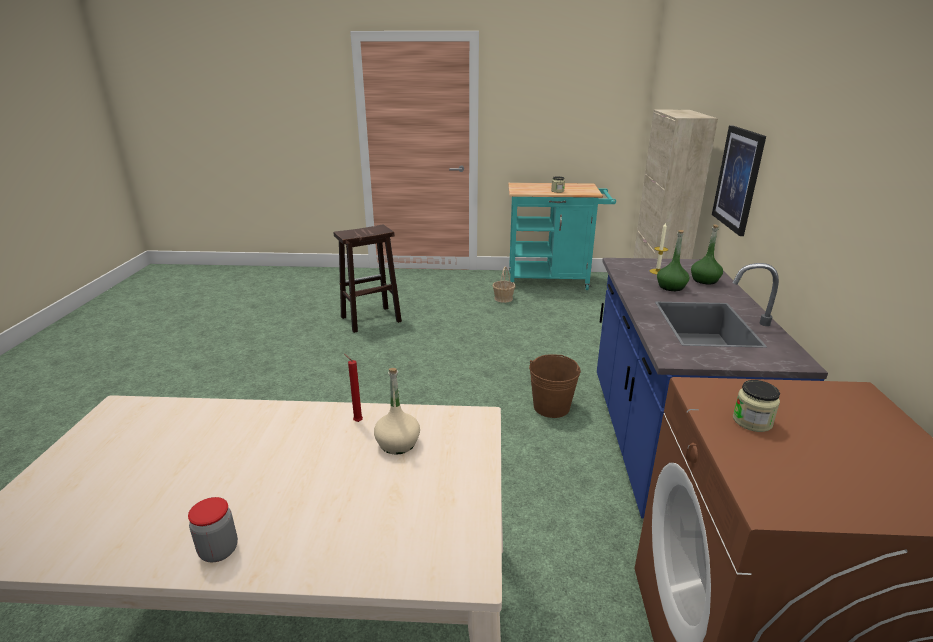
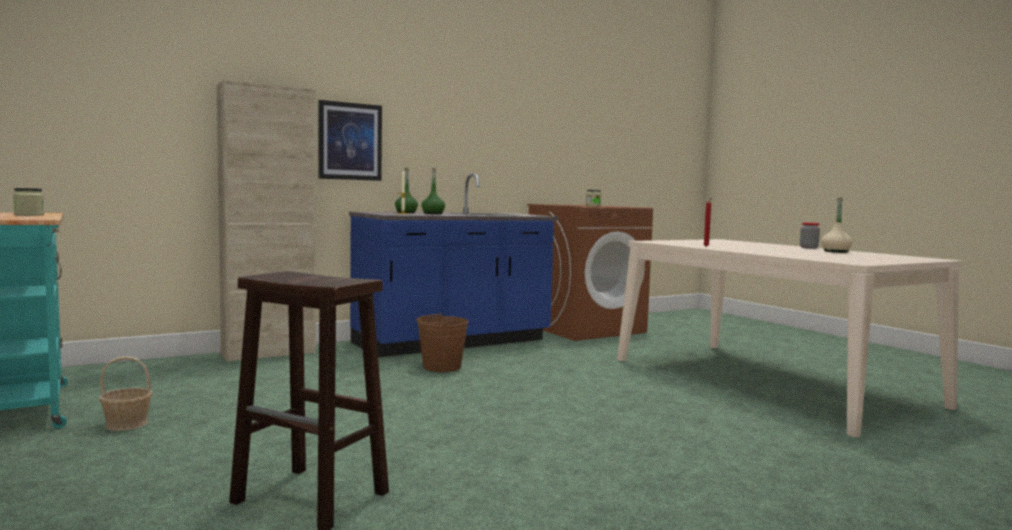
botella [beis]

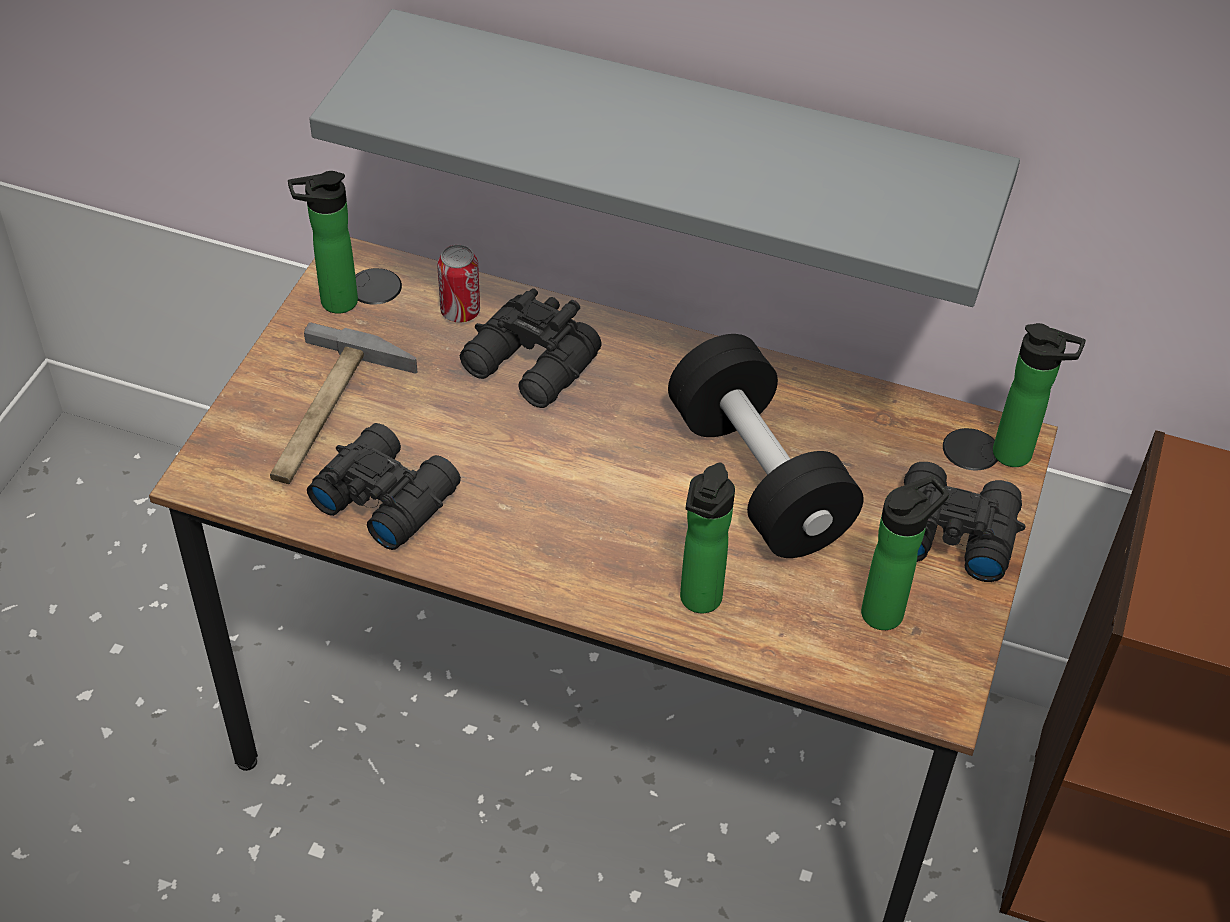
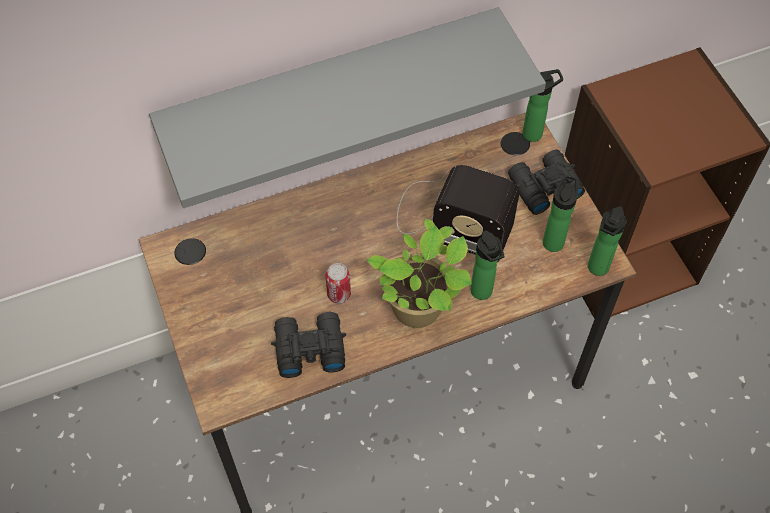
botella (no. 4 from left)
lata
prismáticos [negro] (no. 2 from left in the first image)
martillo
radio
planta en maceta

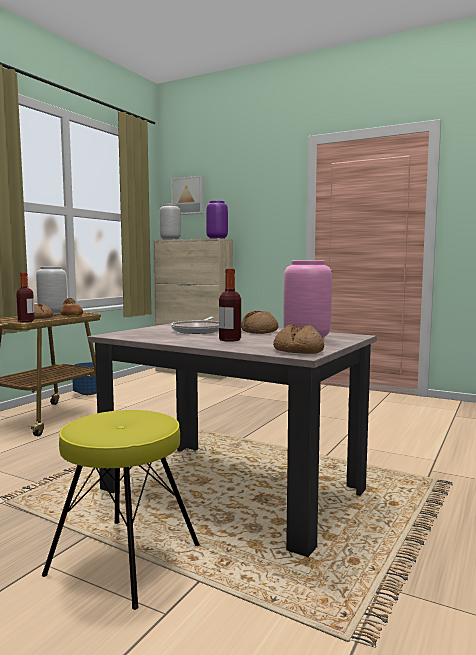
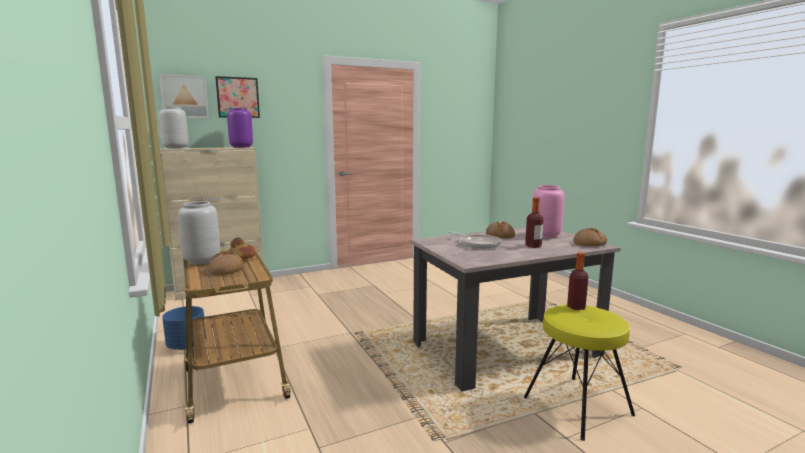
botella (no. 2 from left)
cuadro (no. 2 from left)

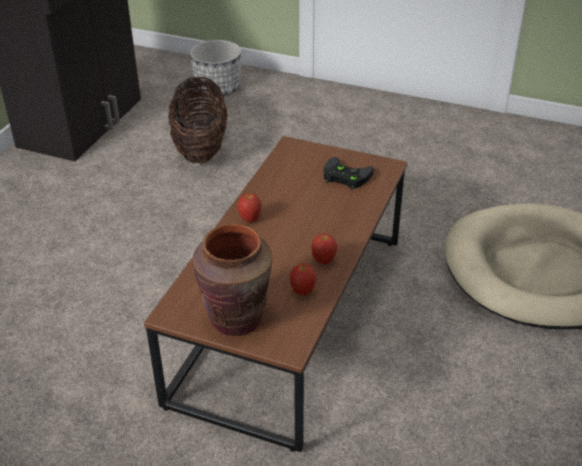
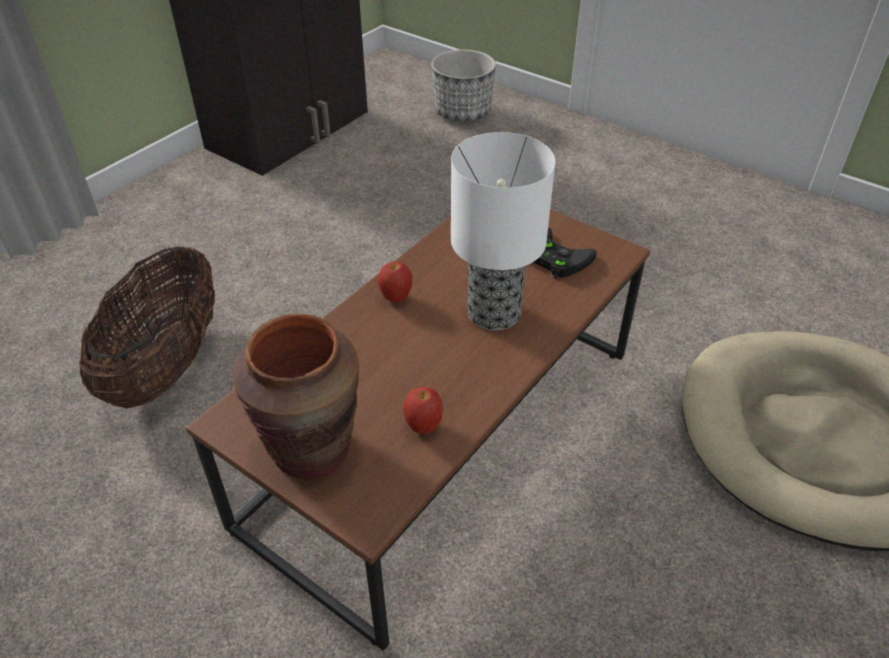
cesta
manzana (no. 3 from left in the first image)
lámpara de mesa

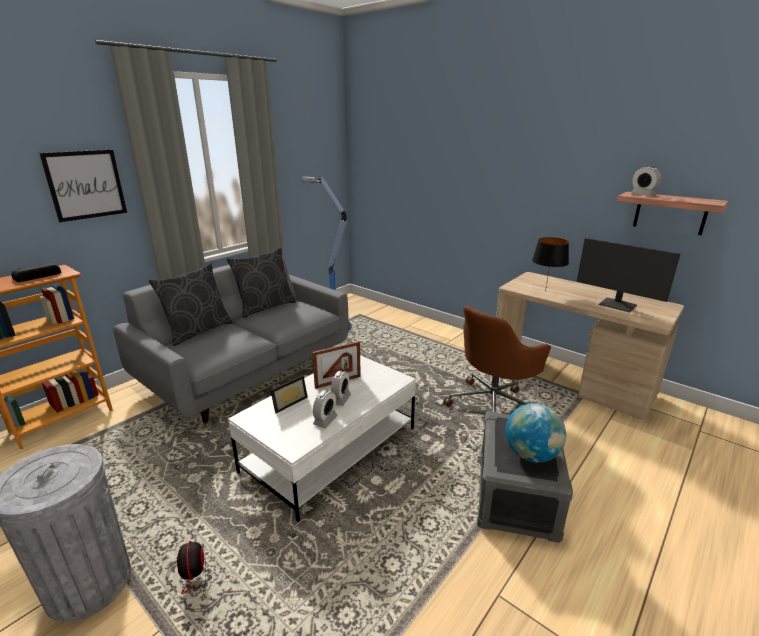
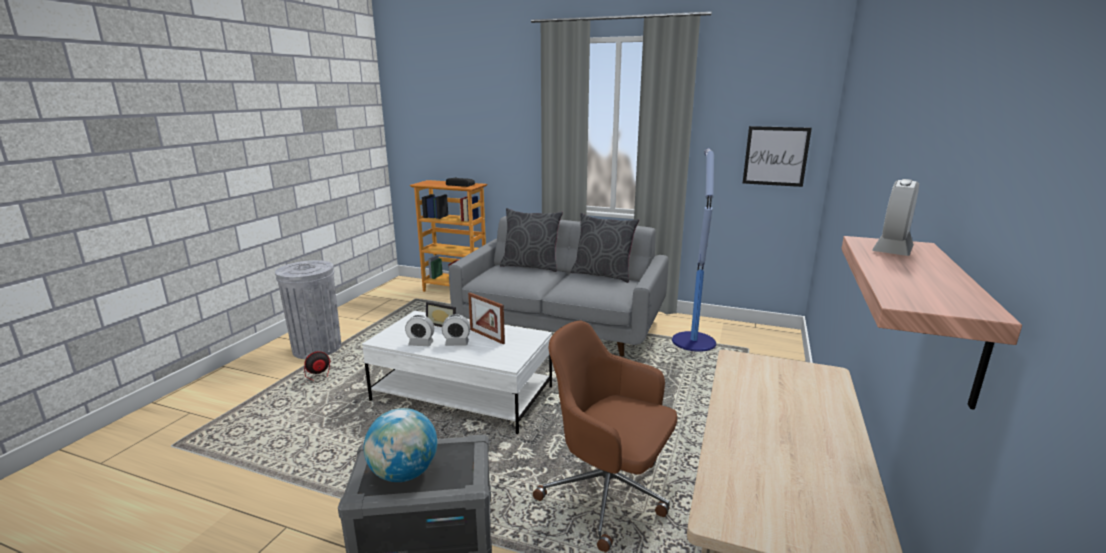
cuadro
lámpara de mesa [negro]
monitor

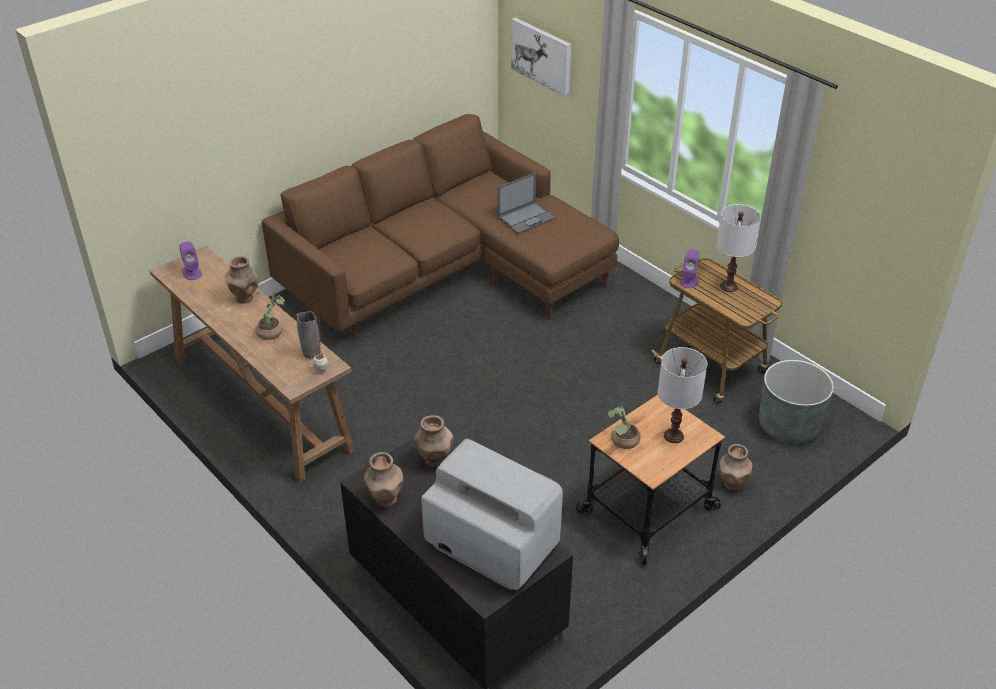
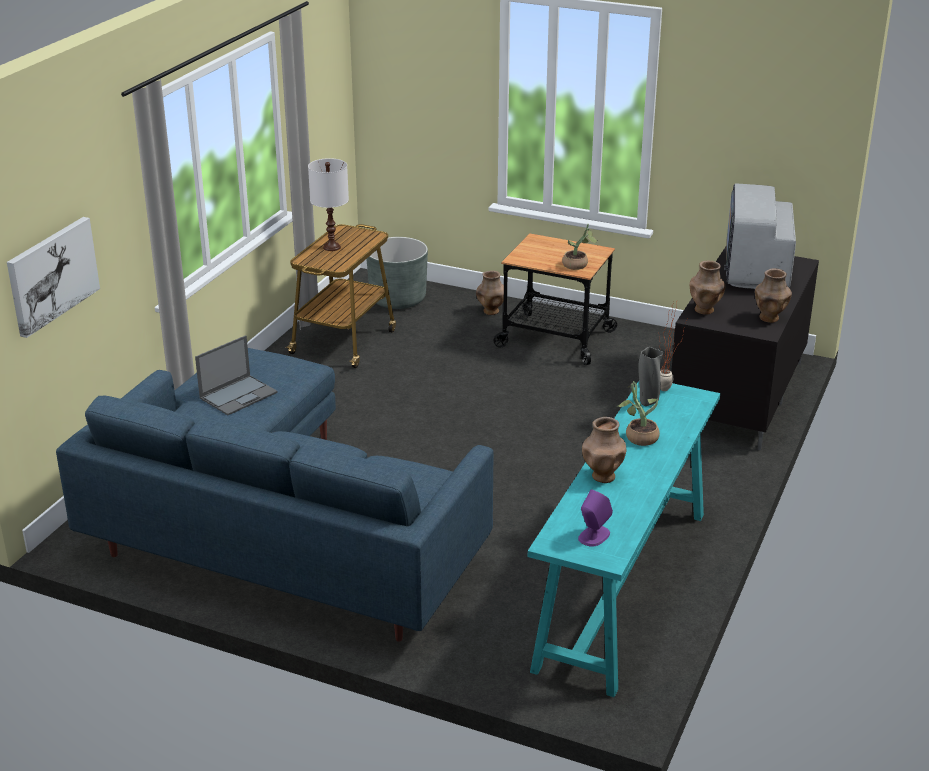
sofá [azul]
portátil
mesa consola [turquesa]
altavoz [morado] (no. 2 from left in the first image)
lámpara de mesa [blanco] (no. 1 from left in the first image)

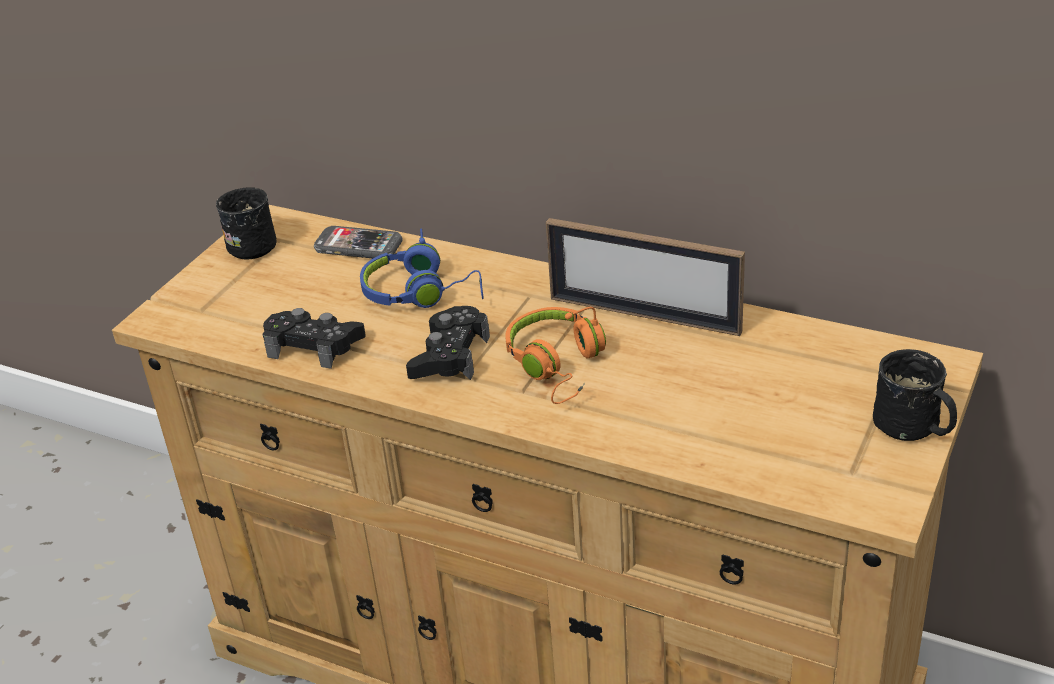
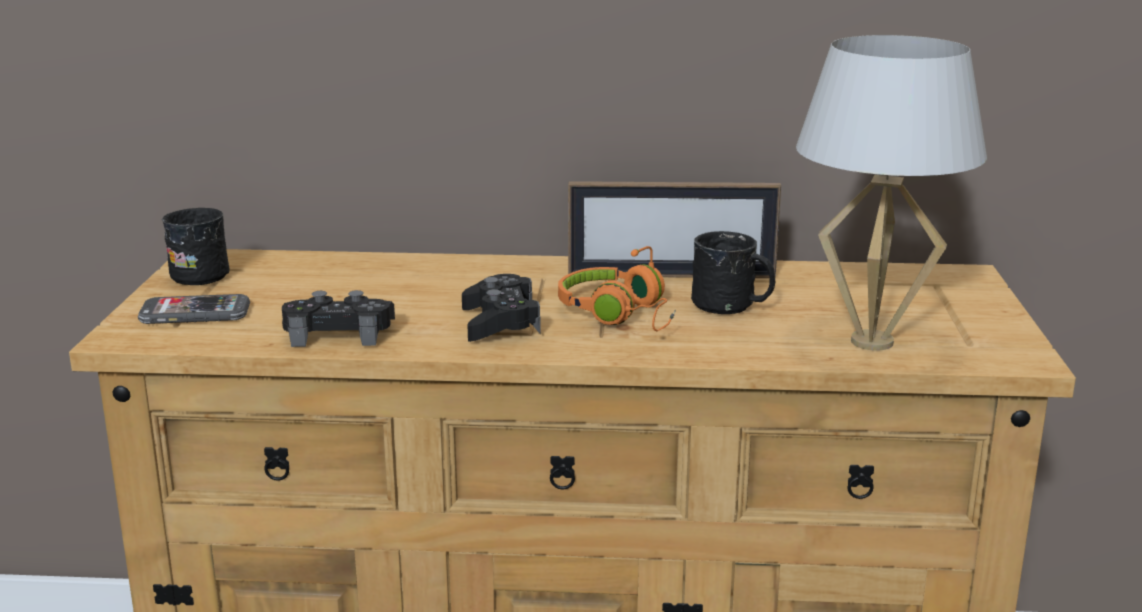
móvil
auriculares [azul]
taza grande [negro] (no. 2 from left)
lámpara de mesa [blanco]

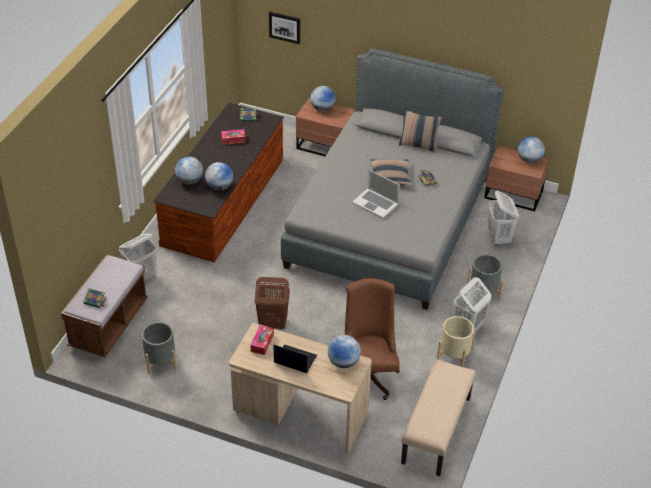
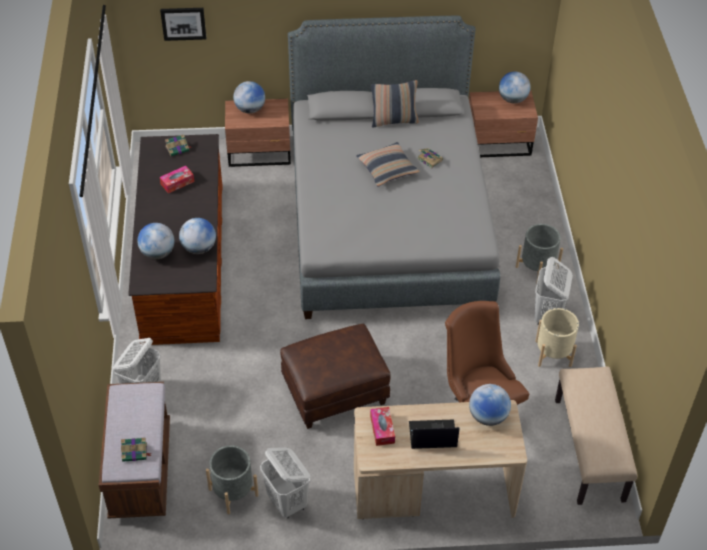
portátil (no. 2 from left in the first image)
cesto de la ropa [blanco] (no. 2 from left)
puf [marrón]

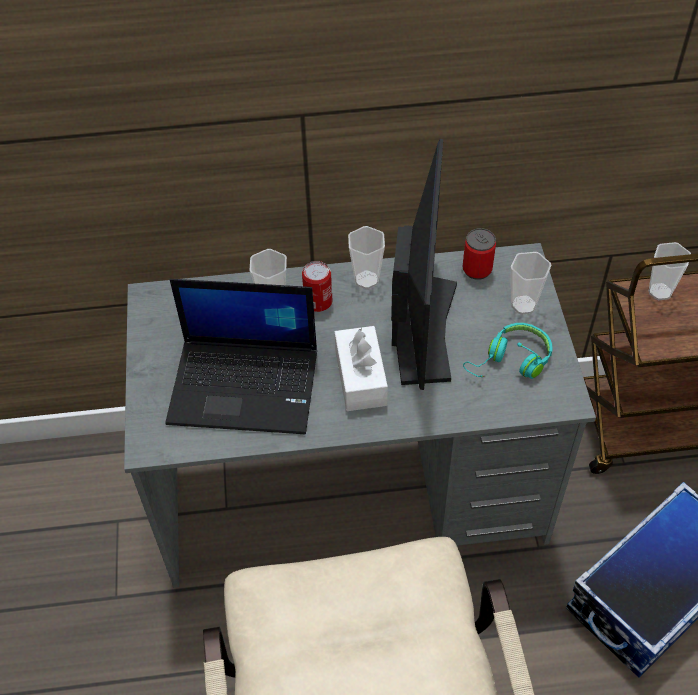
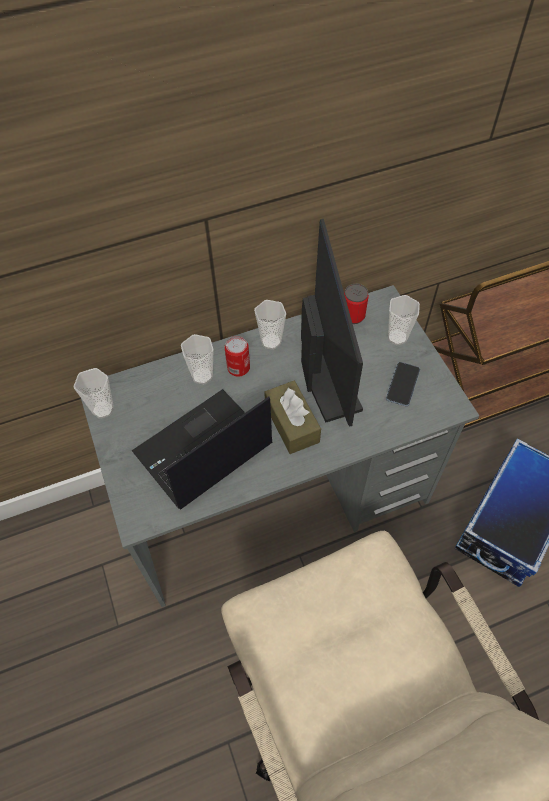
taza (no. 1 from left)
portátil
móvil
caja de pañuelos [marrón]

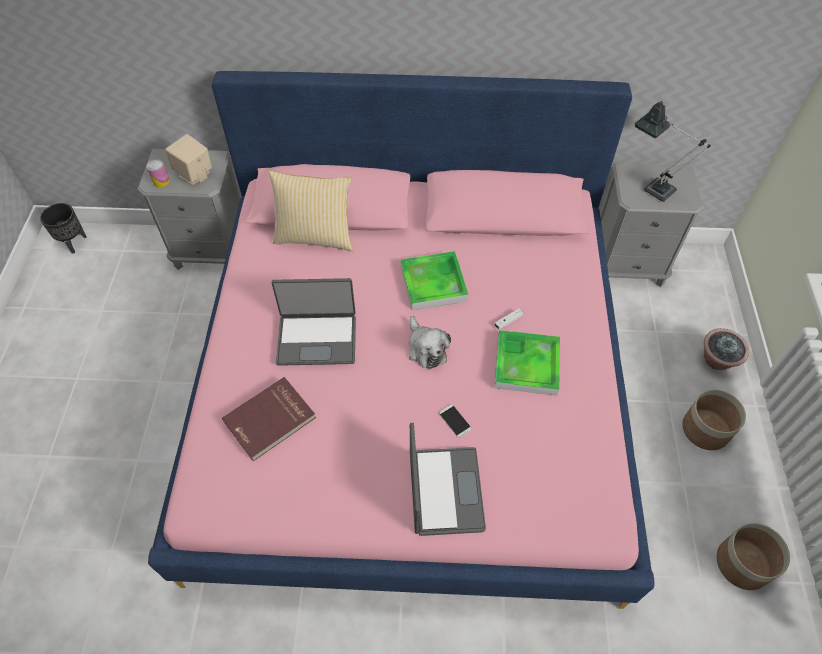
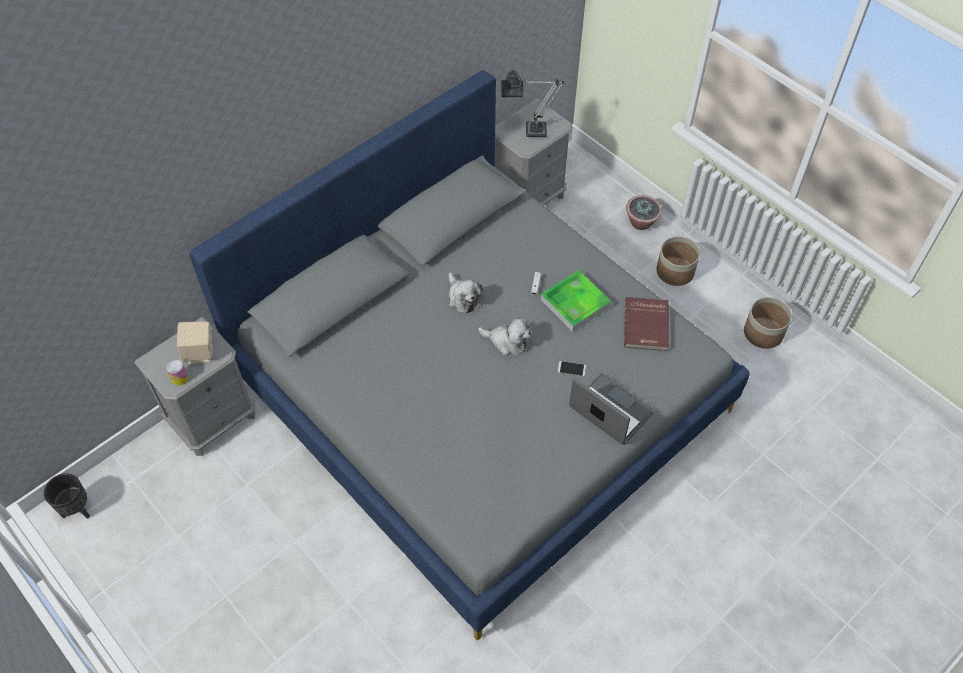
cama [gris]
cojín
peluche (no. 1 from left)
portátil (no. 1 from left in the first image)
libro [rojo]

